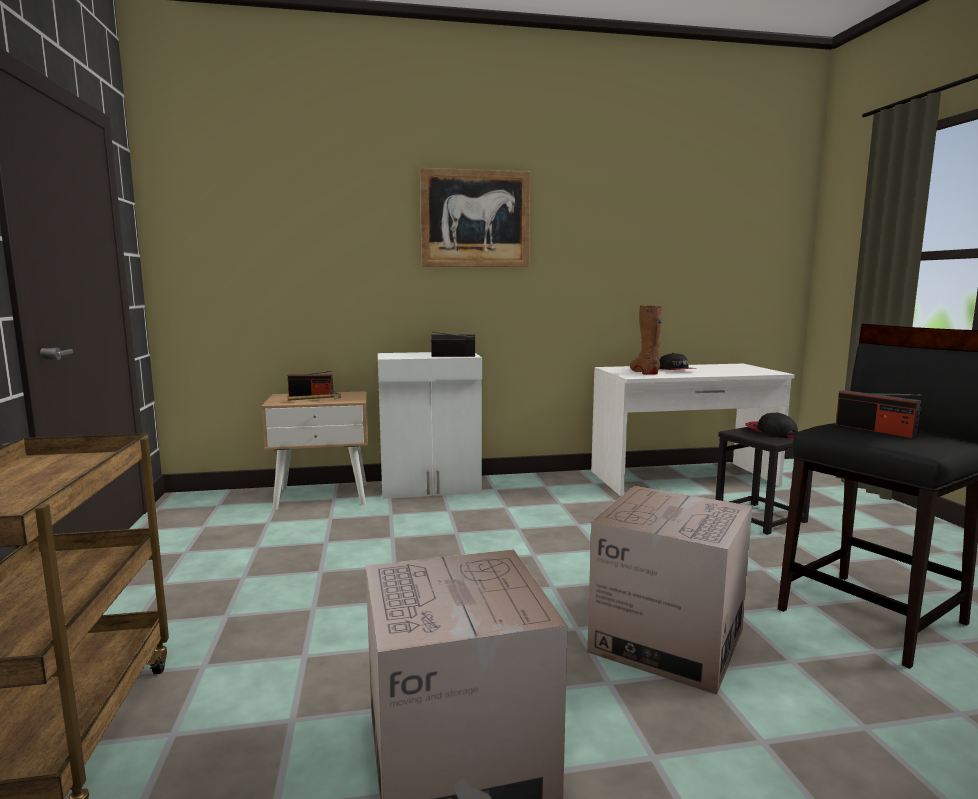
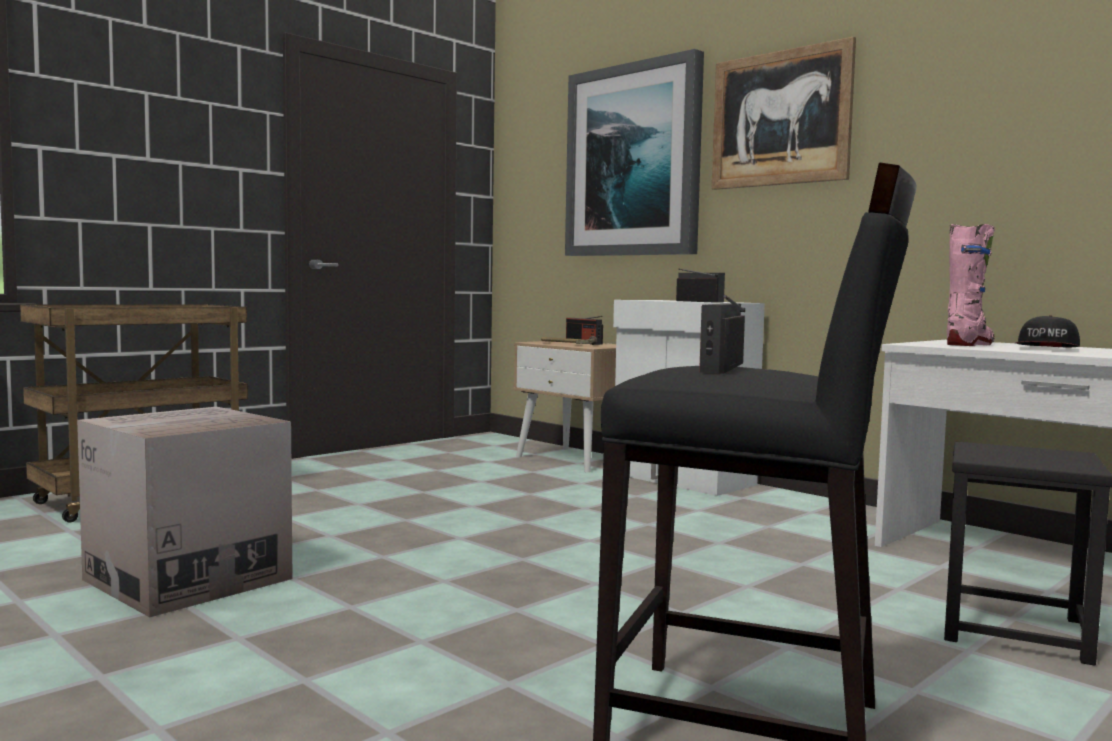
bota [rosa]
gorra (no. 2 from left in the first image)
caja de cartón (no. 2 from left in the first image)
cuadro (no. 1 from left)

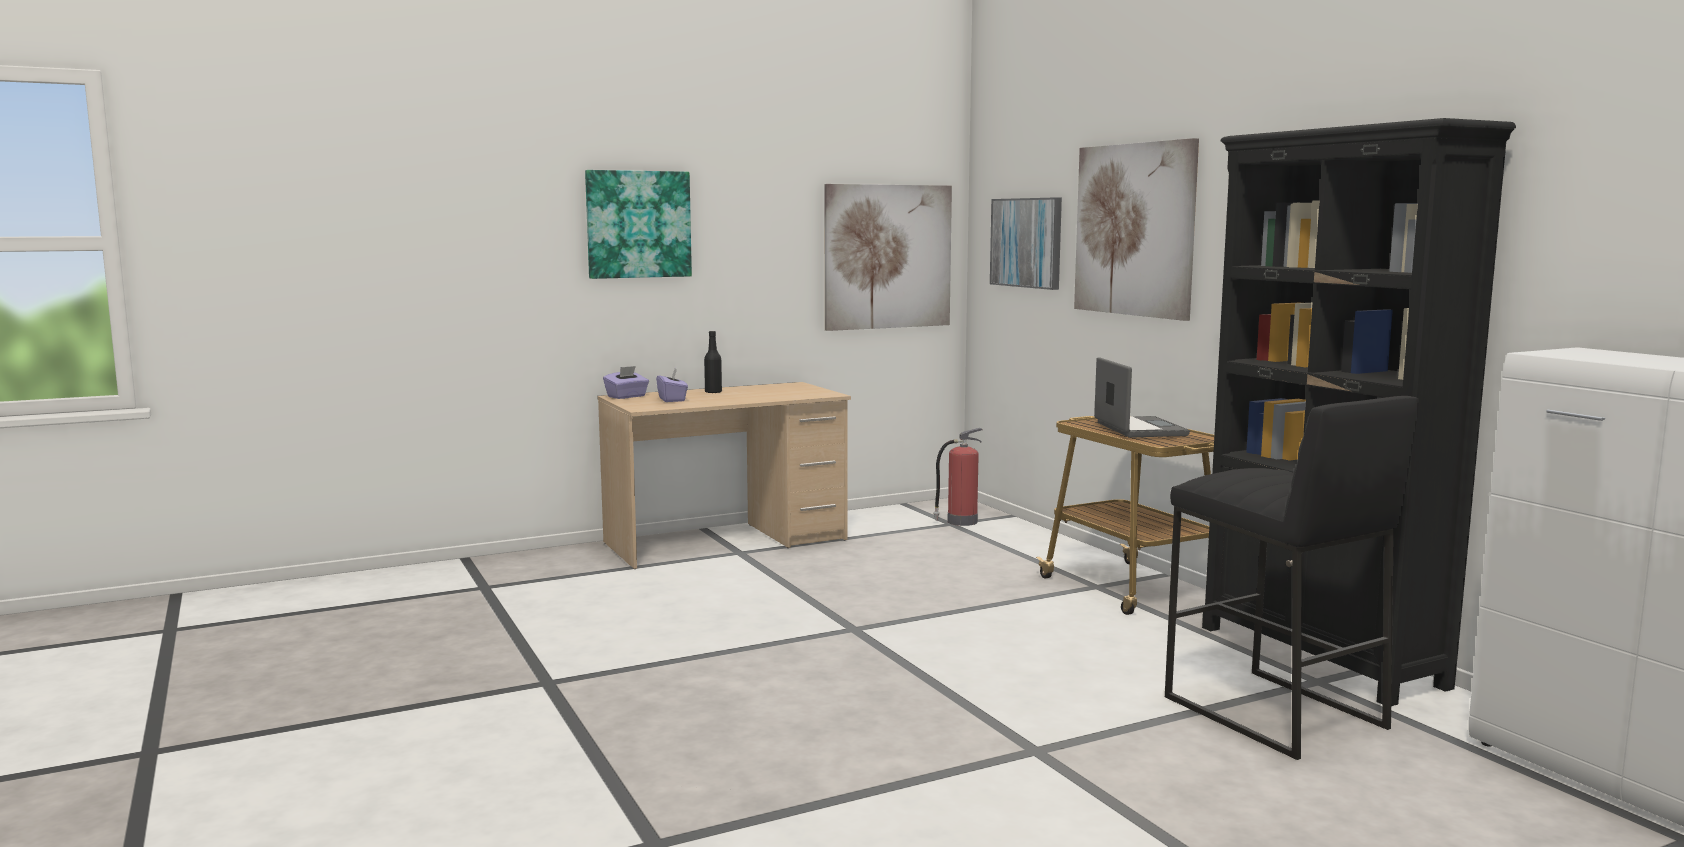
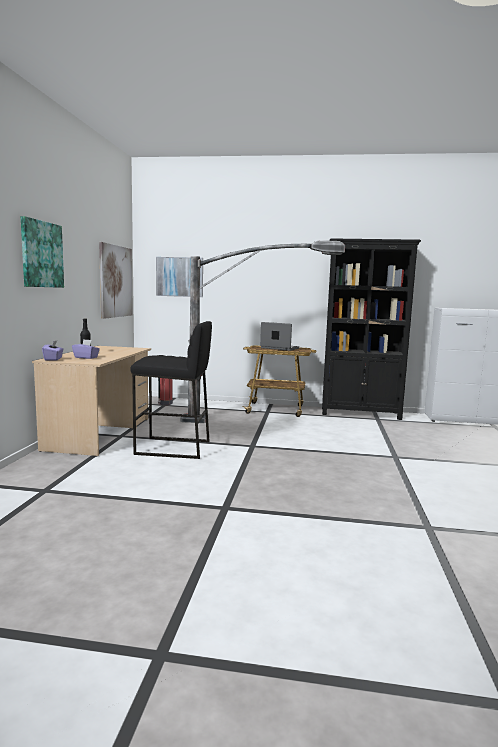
cuadro (no. 4 from left in the first image)
taburete [negro]
lámpara de pie

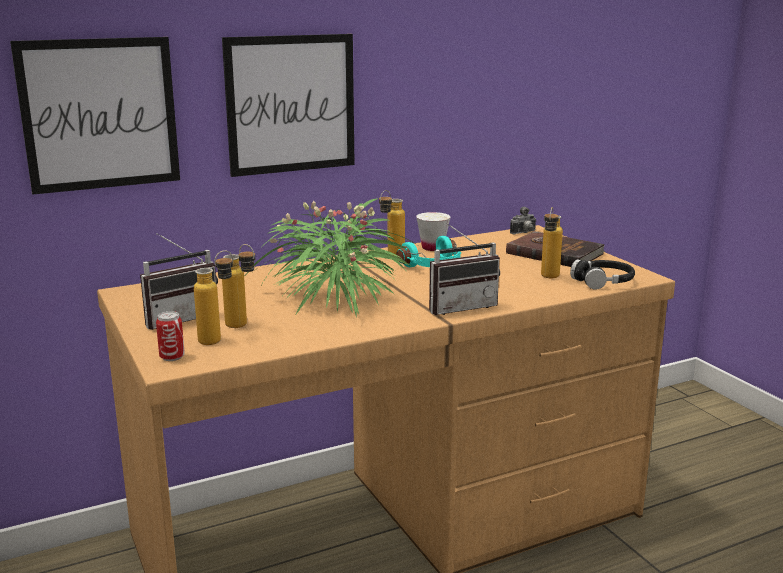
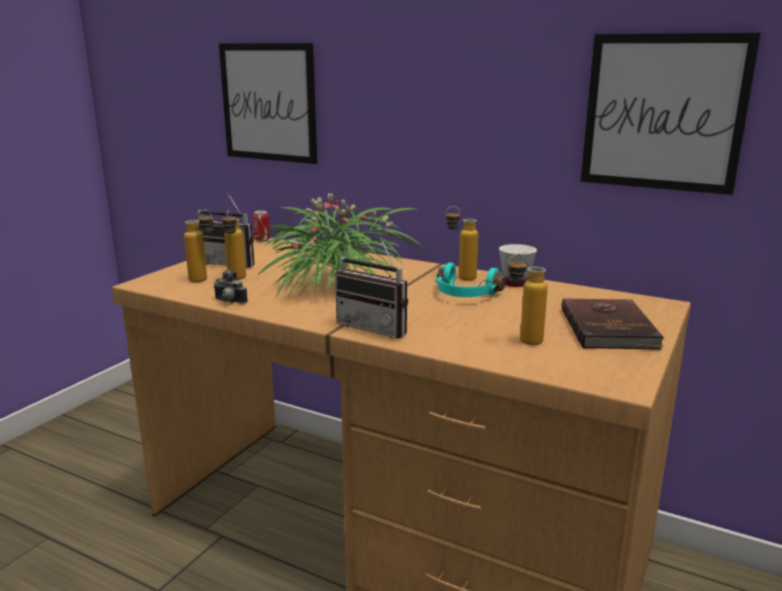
cuadro (no. 2 from left)
cámara
auriculares [negro]
lata

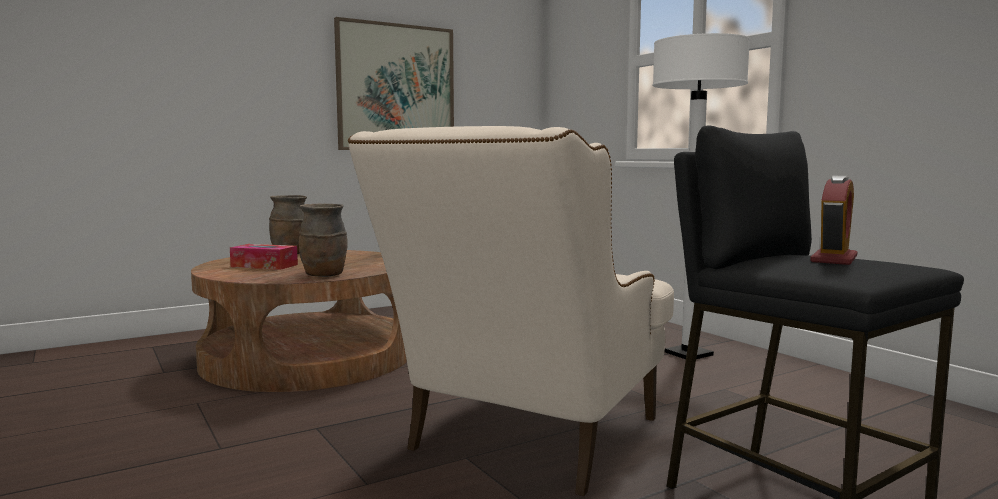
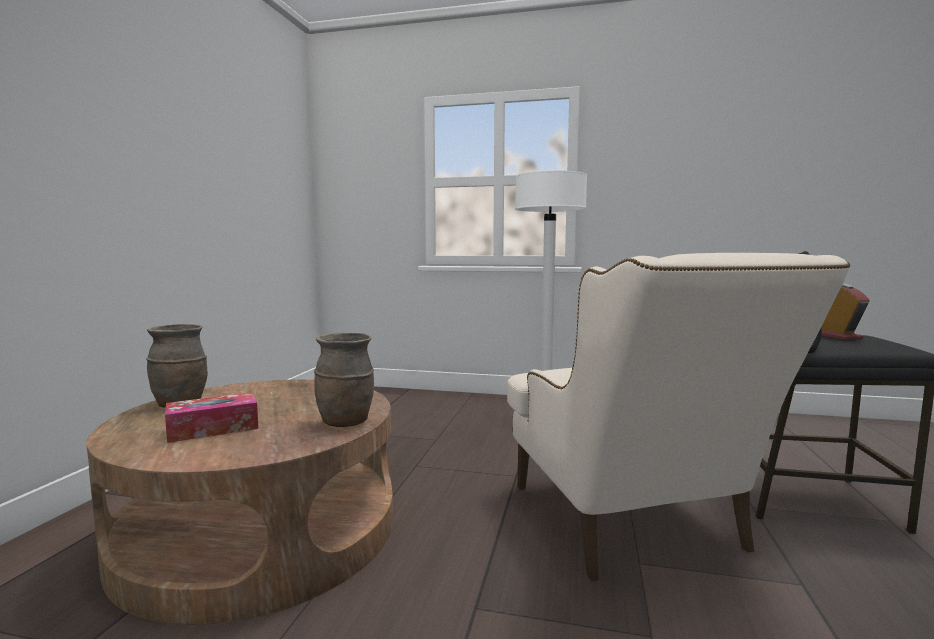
cuadro

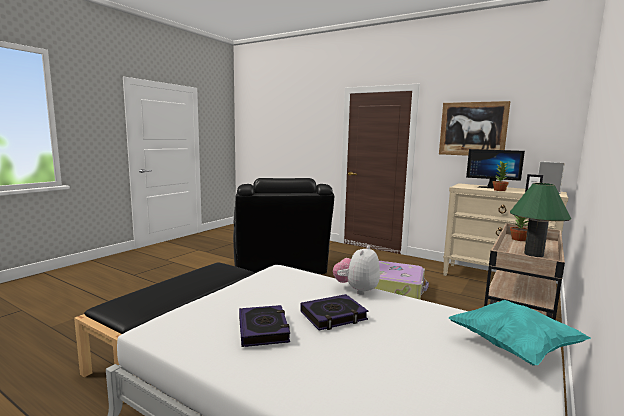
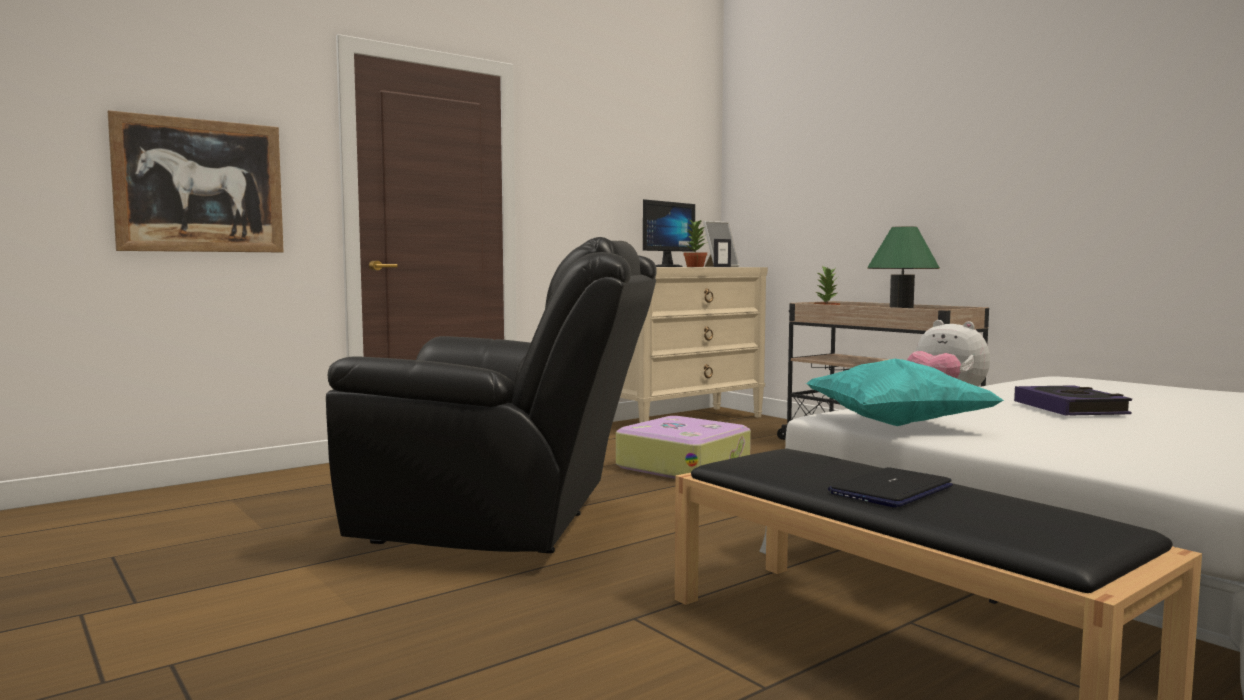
cuadro
cojín [turquesa]
libro (no. 1 from left in the first image)
portátil

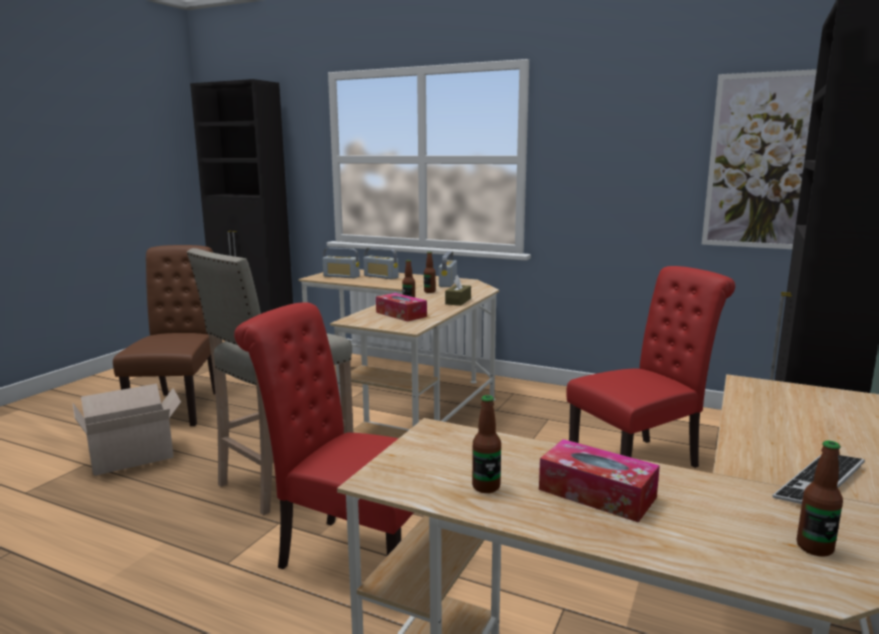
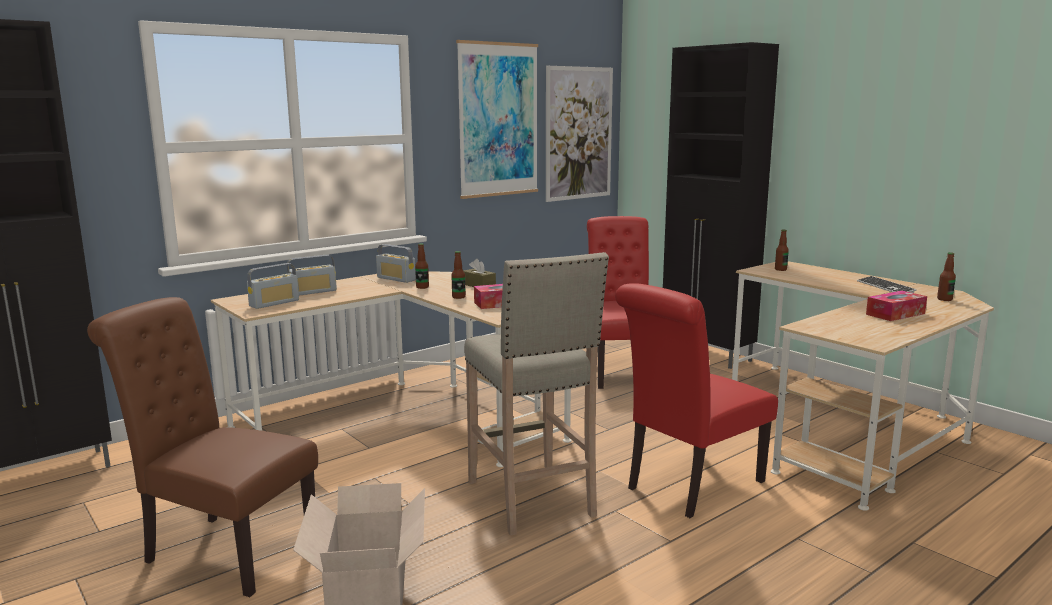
botella (no. 3 from left)
cuadro (no. 1 from left)

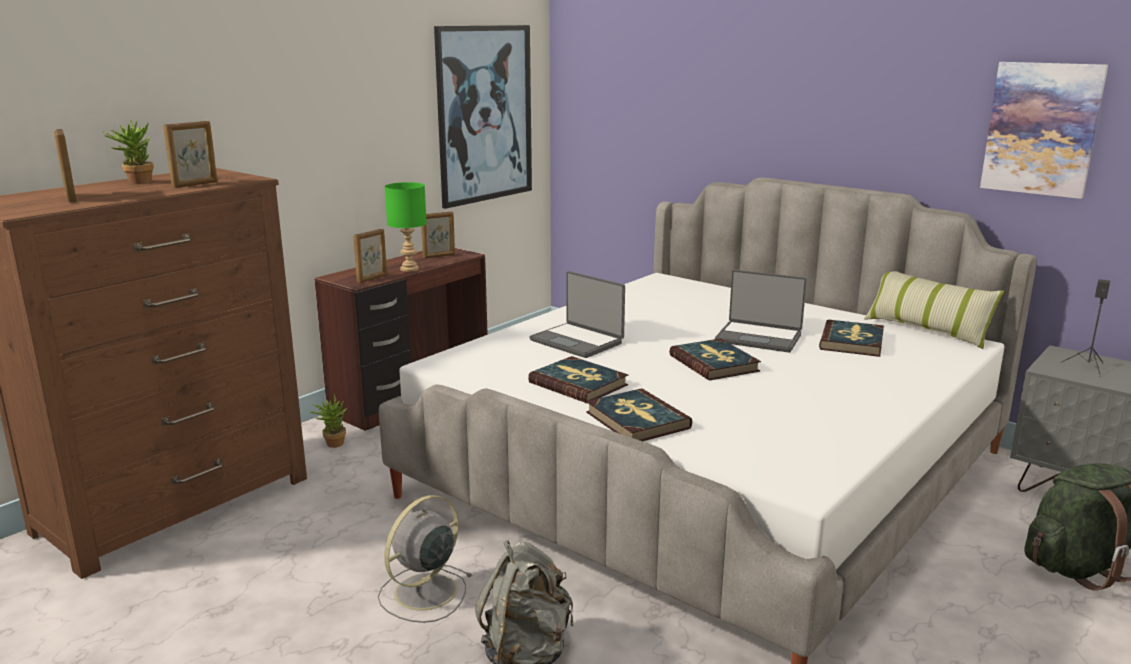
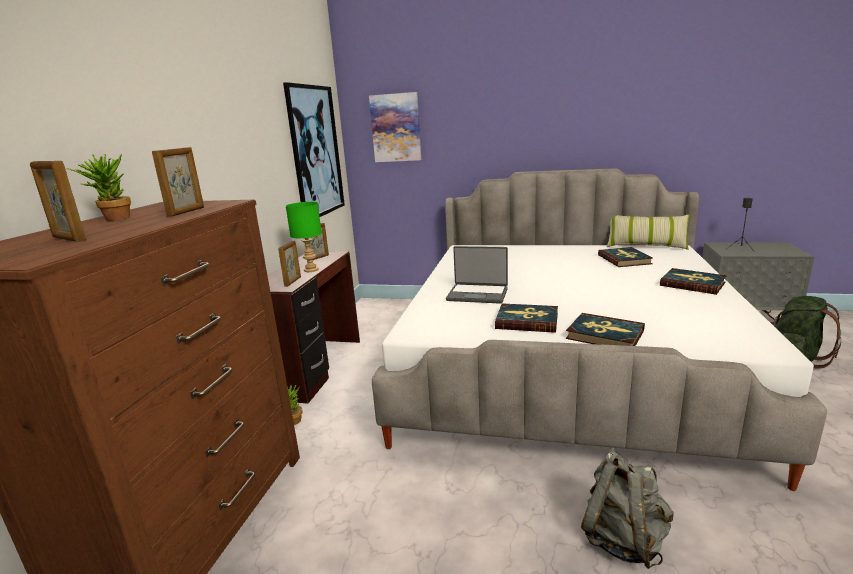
cuadro (no. 2 from left)
portátil (no. 2 from left in the first image)
libro (no. 4 from left)
ventilador [gris]

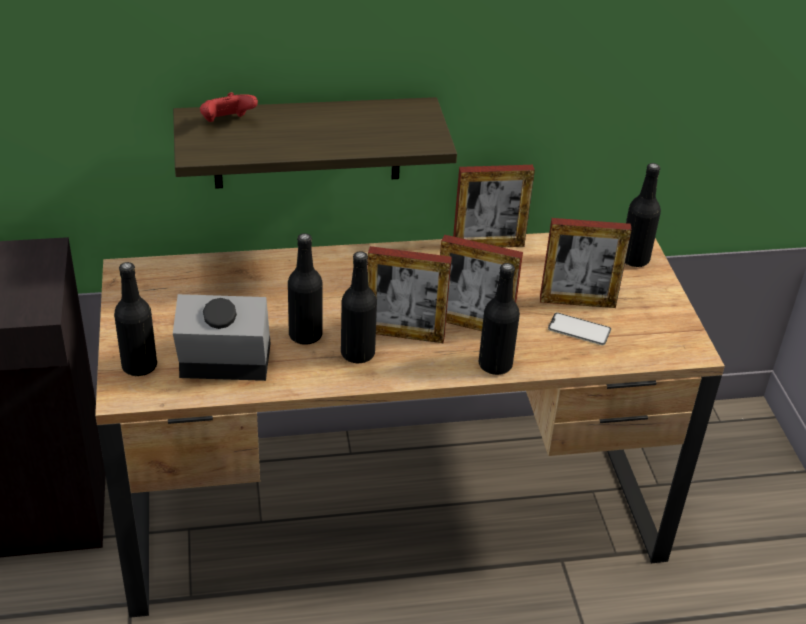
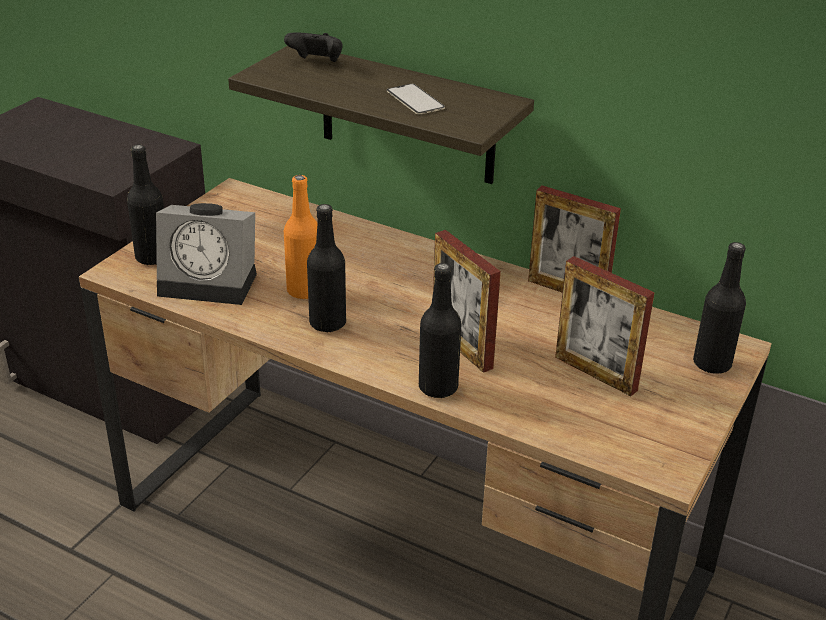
mando de consola [negro]
botella [naranja]
portarretratos (no. 1 from left in the first image)
despertador
móvil

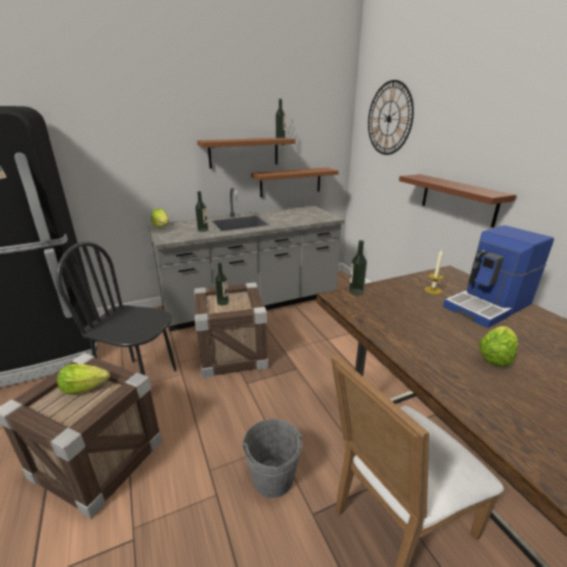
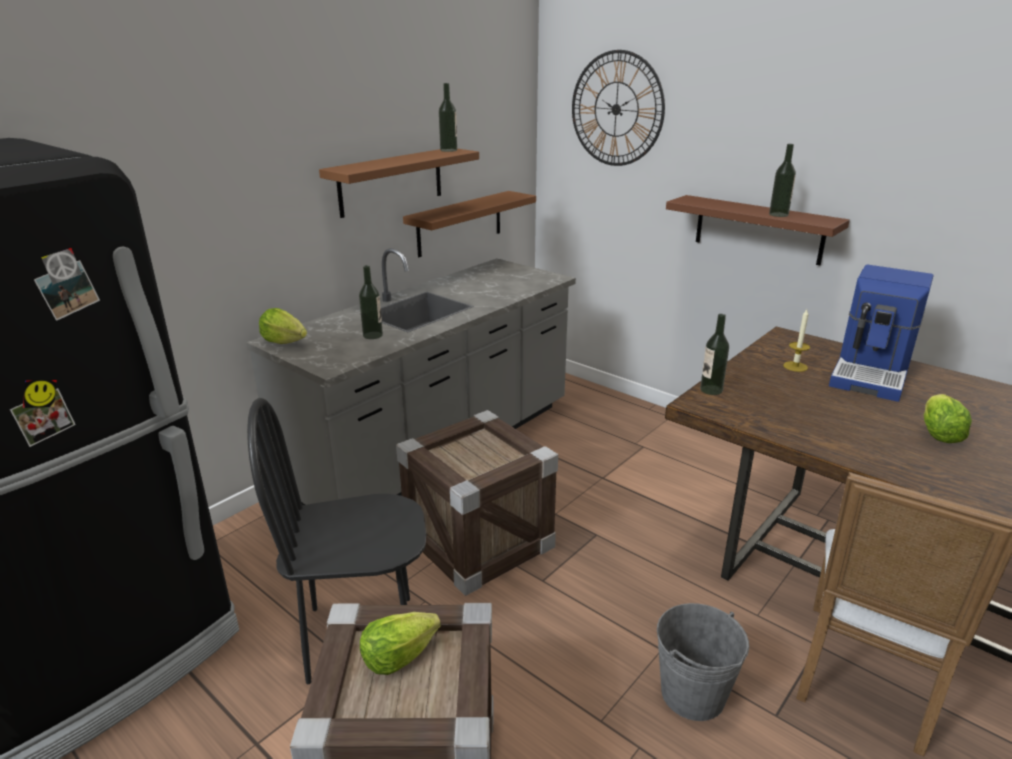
botella (no. 4 from left)

